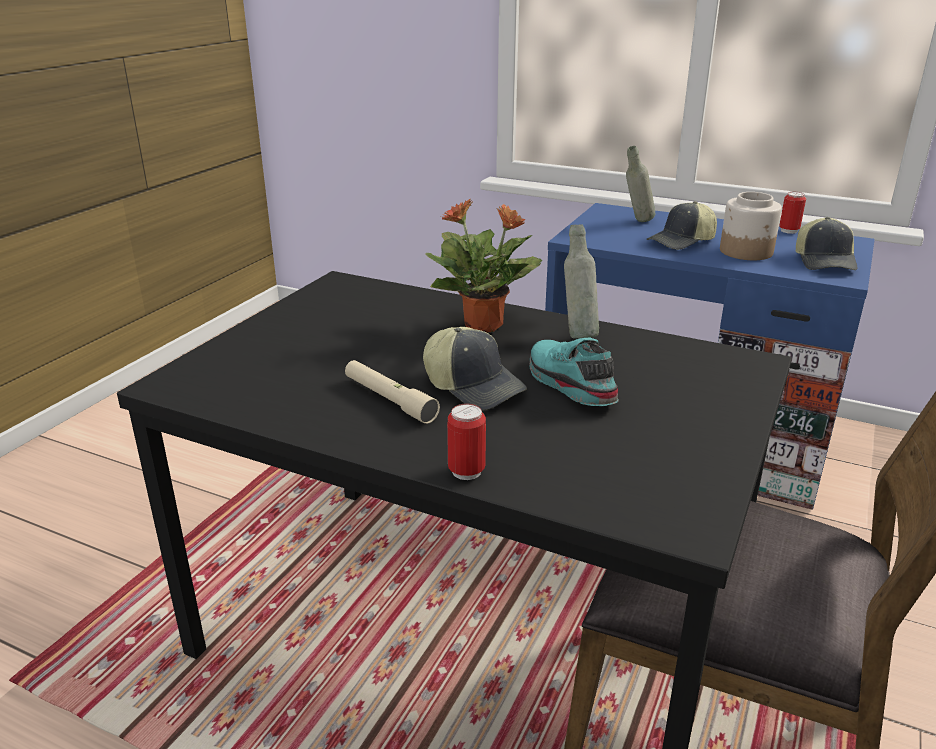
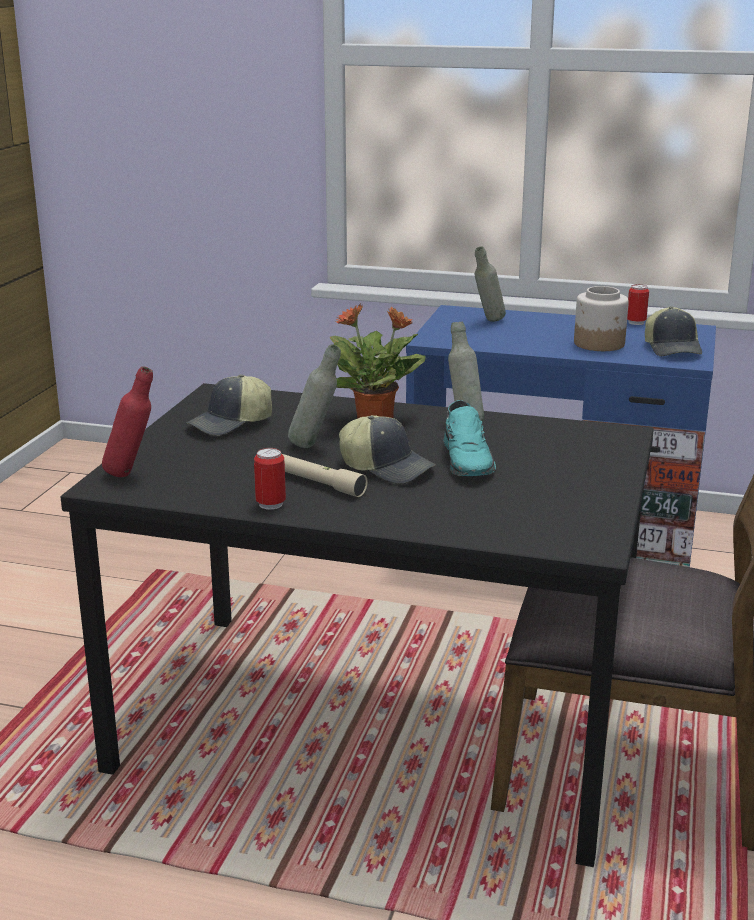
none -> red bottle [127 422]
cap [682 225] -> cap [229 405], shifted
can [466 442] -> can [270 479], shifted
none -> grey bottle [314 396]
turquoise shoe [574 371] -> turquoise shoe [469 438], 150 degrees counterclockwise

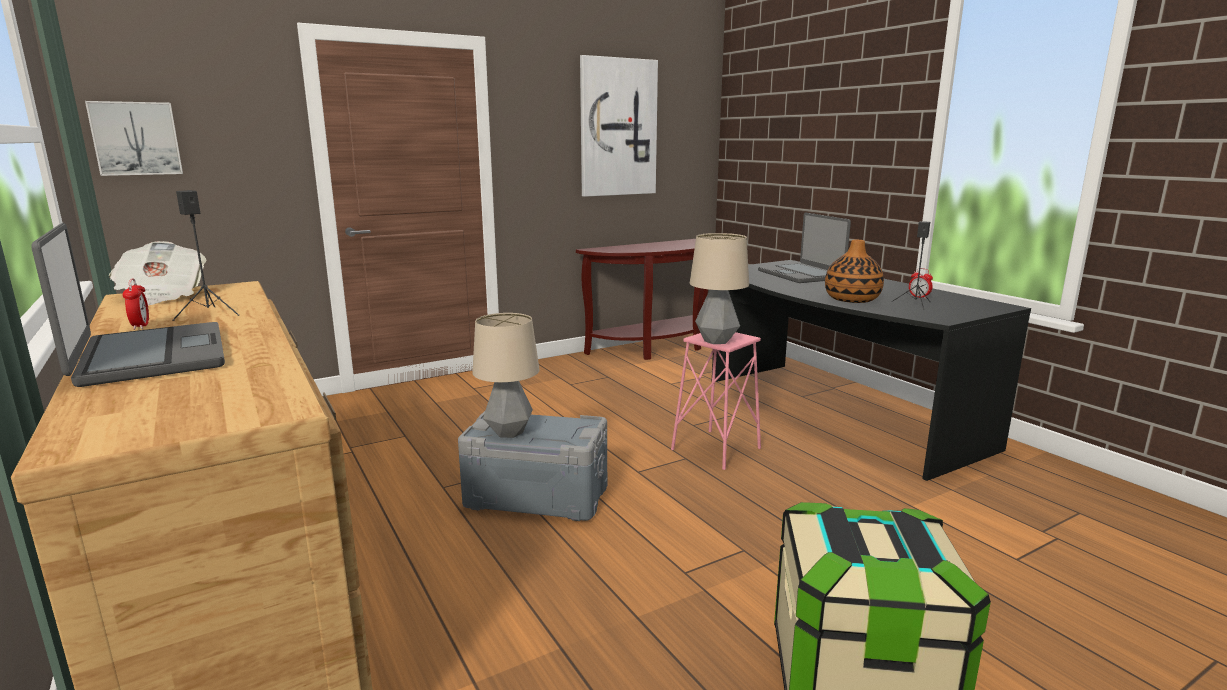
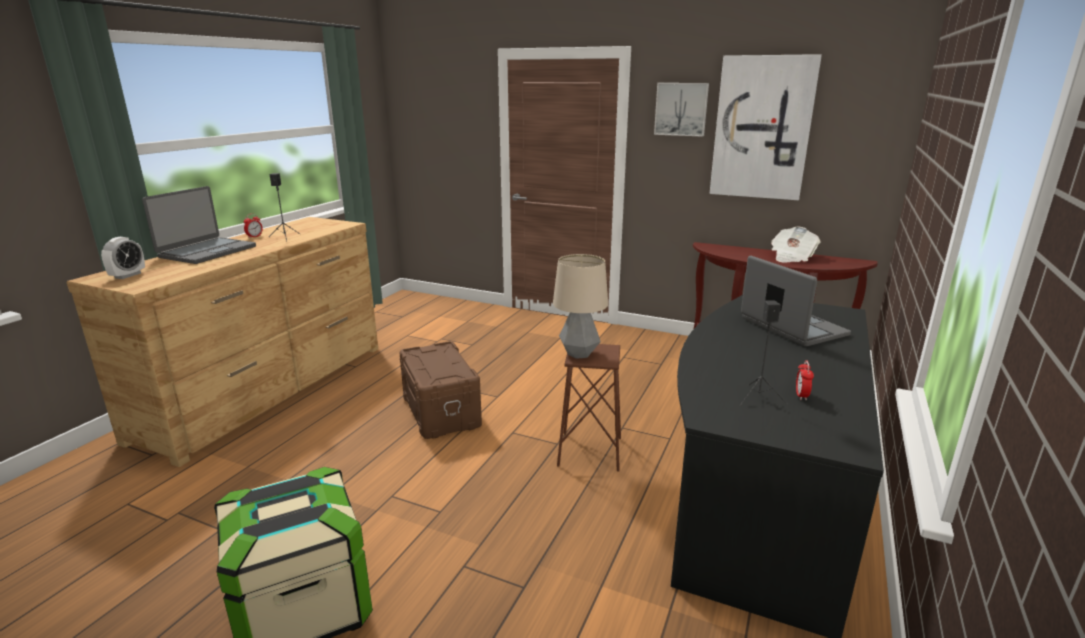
none -> alarm clock [123 258]
grey storage box [532 466] -> brown storage box [440 390]
pink stool [716 401] -> brown stool [589 408]
picture [134 138] -> picture [681 110], shifted
laptop [804 248] -> laptop [796 301], 120 degrees clockwise
newspaper [157 273] -> newspaper [795 244], shifted
table lamp [506 375] -> none
vase [854 271] -> none

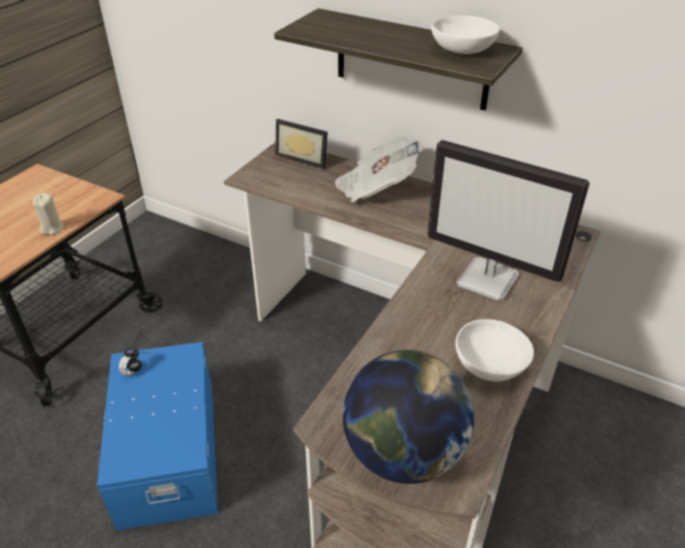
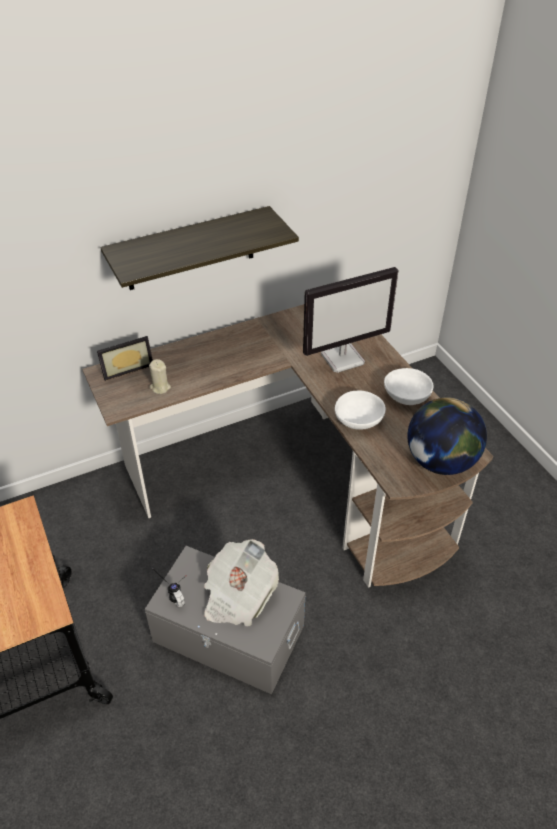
blue storage box [157 436] -> grey storage box [225 620]
beige candle [48 214] -> beige candle [160 376], shifted
newspaper [379 169] -> newspaper [241 582], shifted
white bowl [465 35] -> white bowl [360 410], shifted

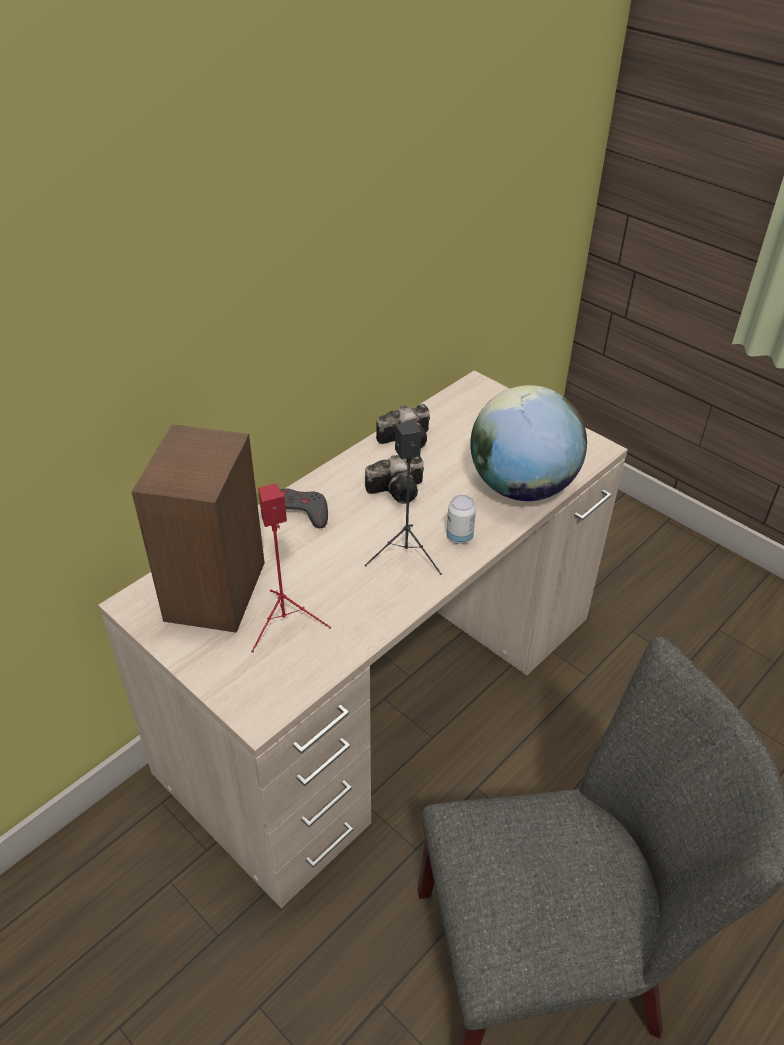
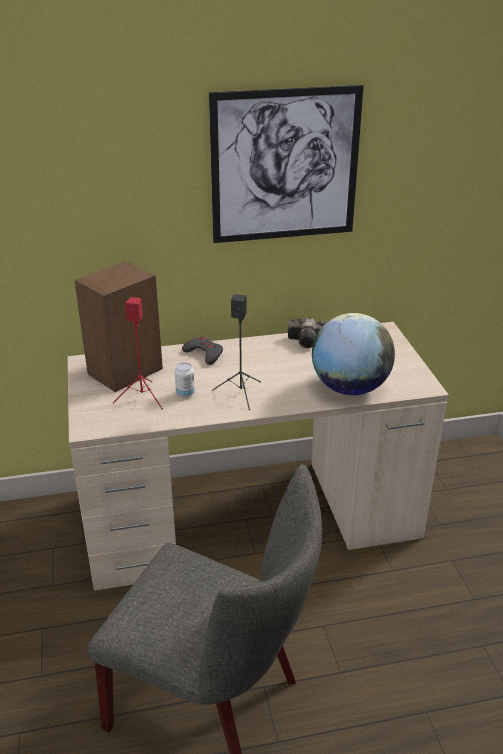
can [461 519] -> can [185 379], shifted
none -> picture [286 164]
photo camera [394 479] -> none

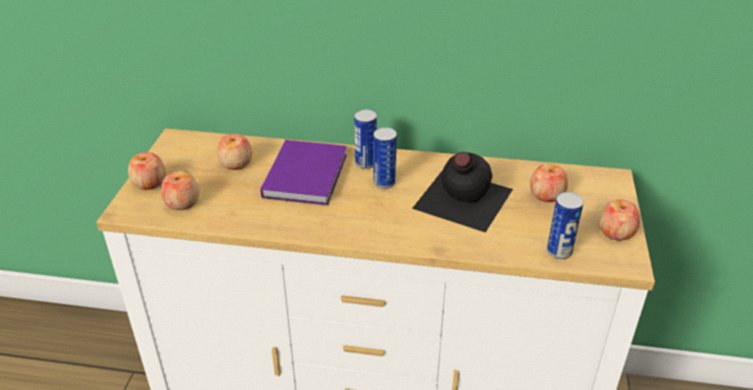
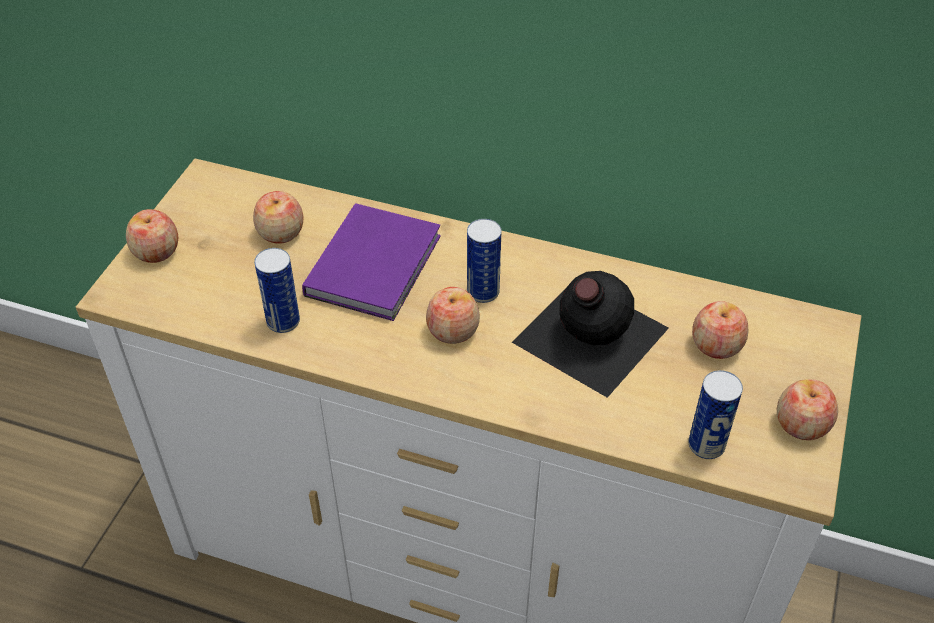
can [365 139] -> can [277 290], shifted
apple [180 190] -> apple [453 315], shifted

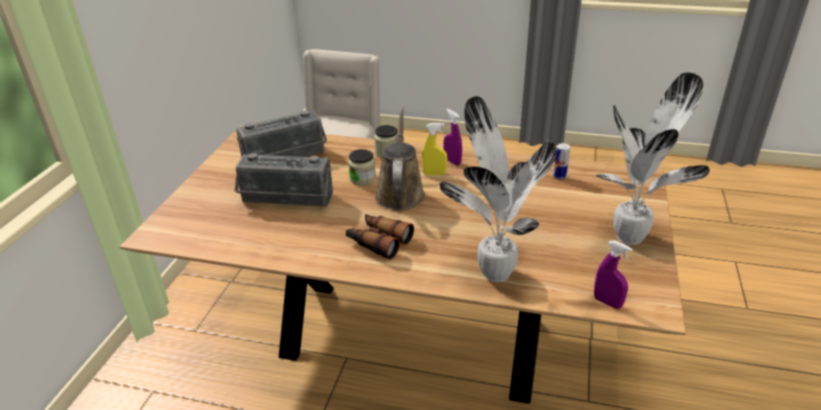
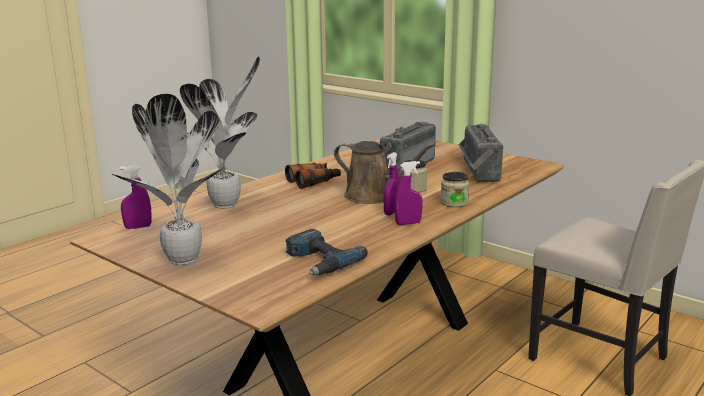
can [561 161] -> power drill [327 252]
yellow spray bottle [434 149] -> purple spray bottle [392 184]

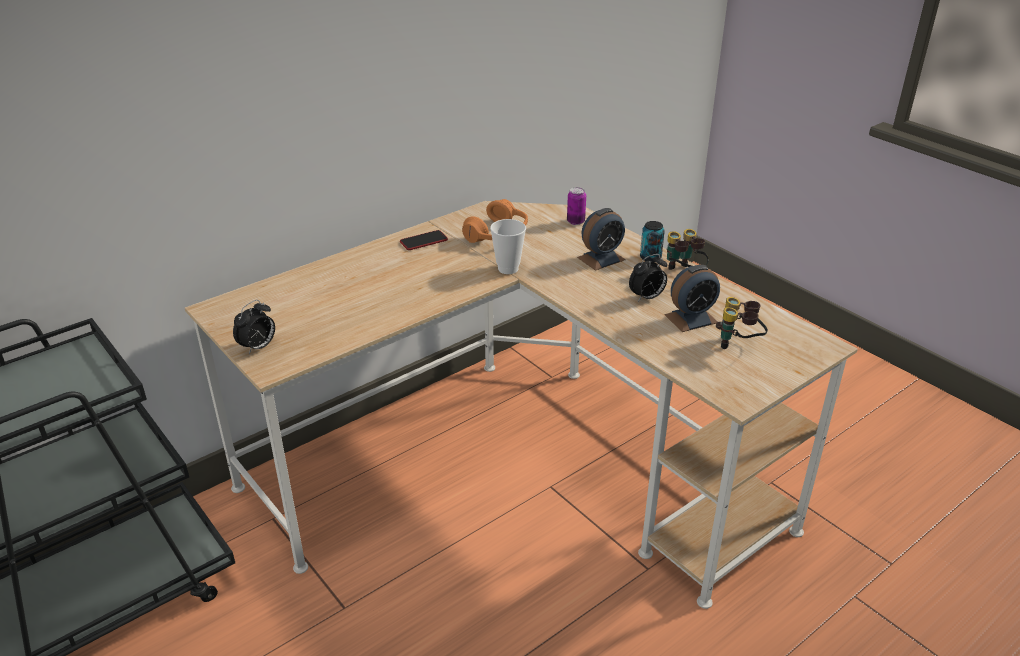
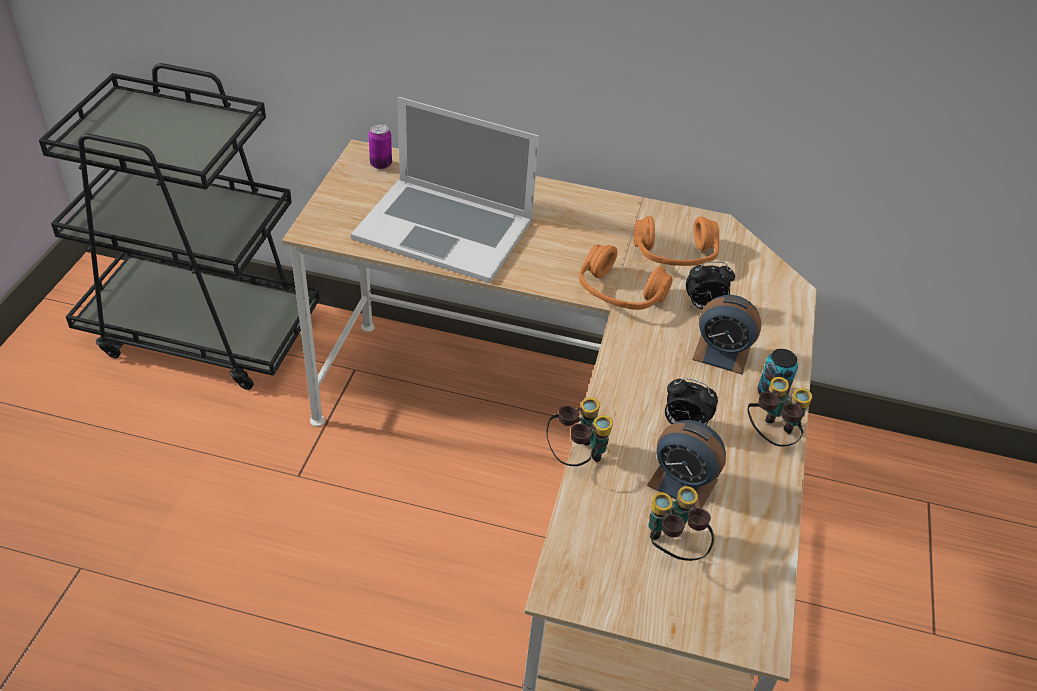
none -> laptop [445 190]
can [576 206] -> can [380 146], shifted
none -> binoculars [579 432]
cup [508 246] -> orange headphones [625 277]
alarm clock [254 327] -> alarm clock [710 285], shifted
phone [424 240] -> none

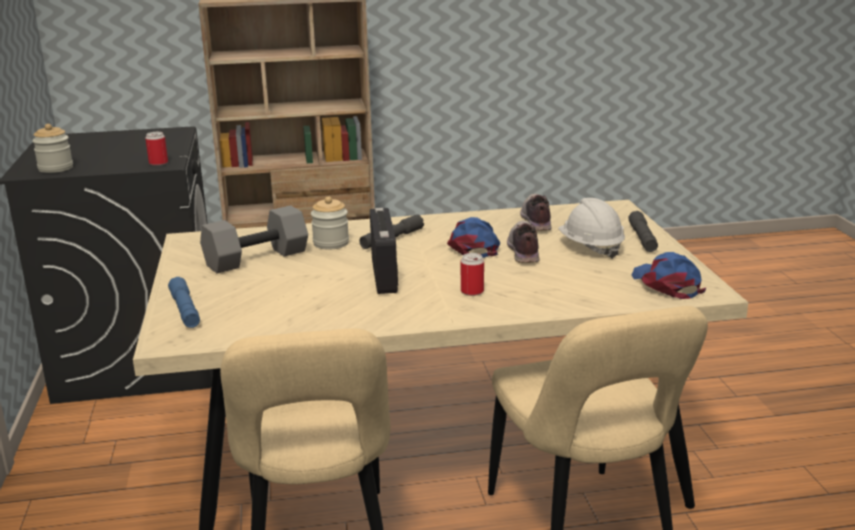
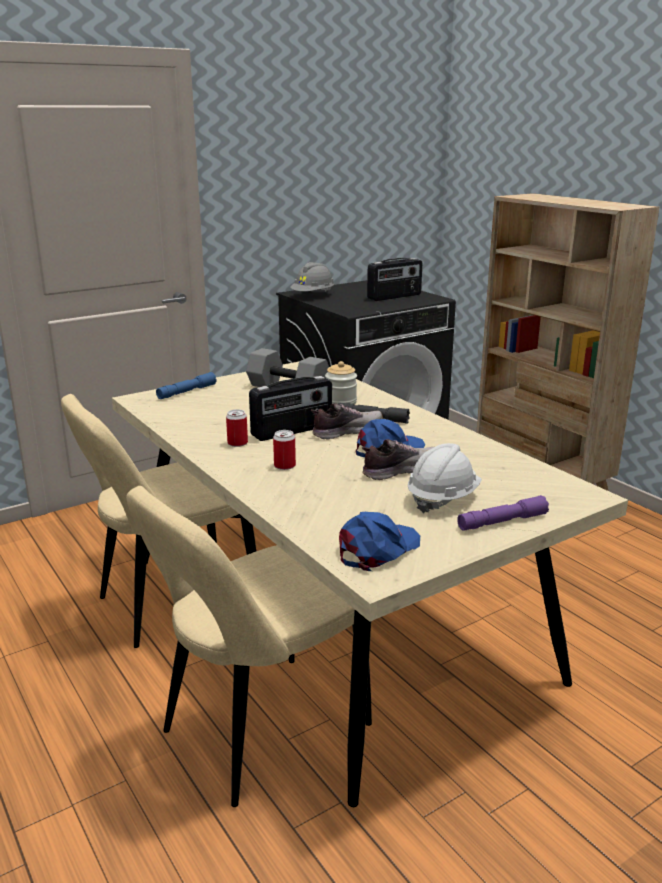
can [156 149] -> can [237 428], shifted
jar [52 148] -> grey hard hat [312 277]
shoe [536 212] -> shoe [347 421], shifted
none -> radio [394 279]
grey flashlight [643 231] -> purple flashlight [503 513]

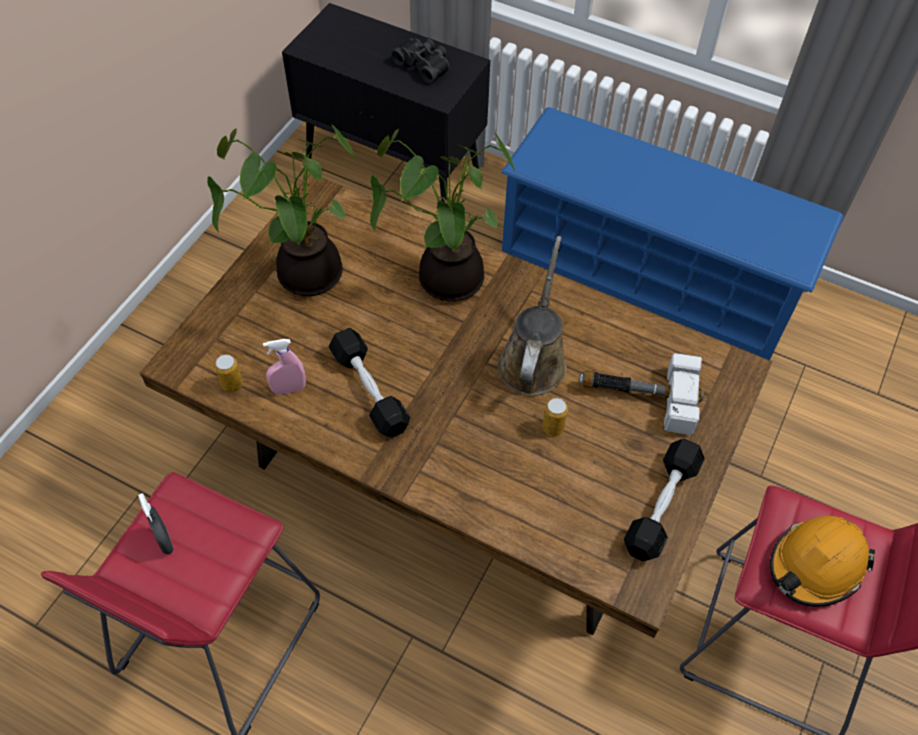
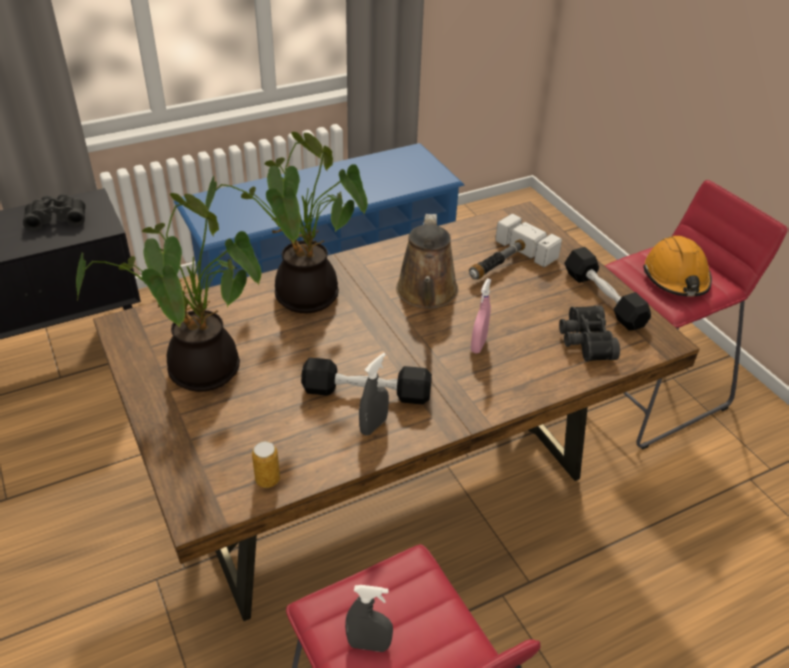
none -> grey spray bottle [374 394]
brown watering can [532 316] -> brown watering can [427 261], 135 degrees counterclockwise
pink spray bottle [284 367] -> pink spray bottle [481 315], shifted
none -> black binoculars [589 334]
can [555 417] -> none

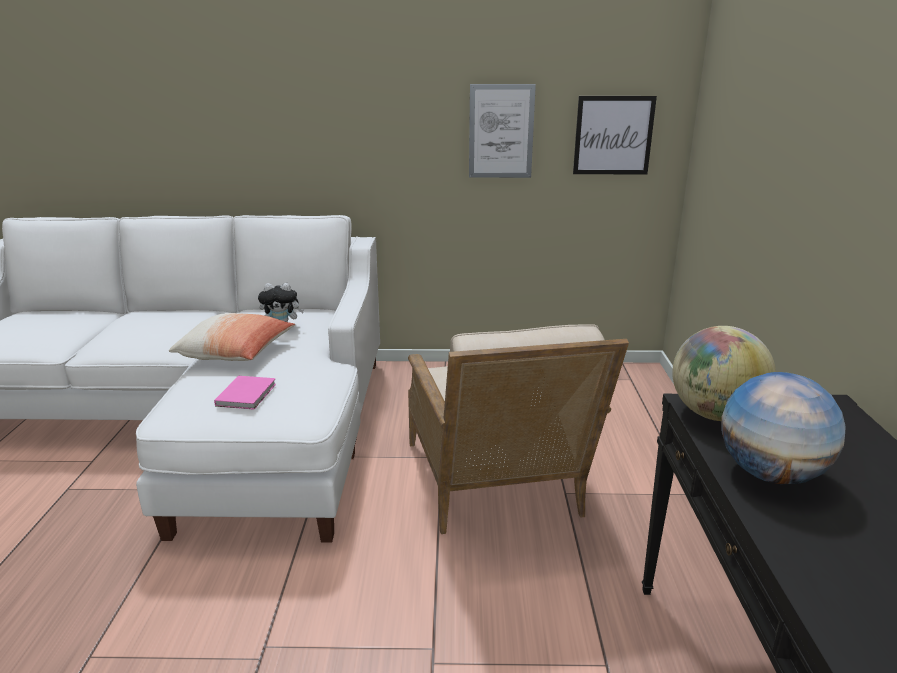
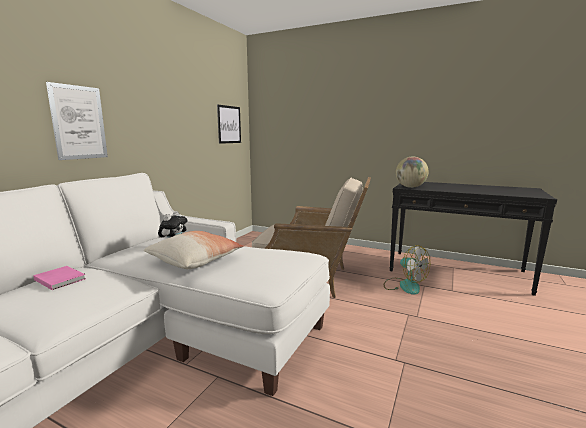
pink book [245 393] -> pink book [59 278], shifted
picture [502 131] -> picture [77 121], shifted
none -> fan [407 270]
globe [783 428] -> none

